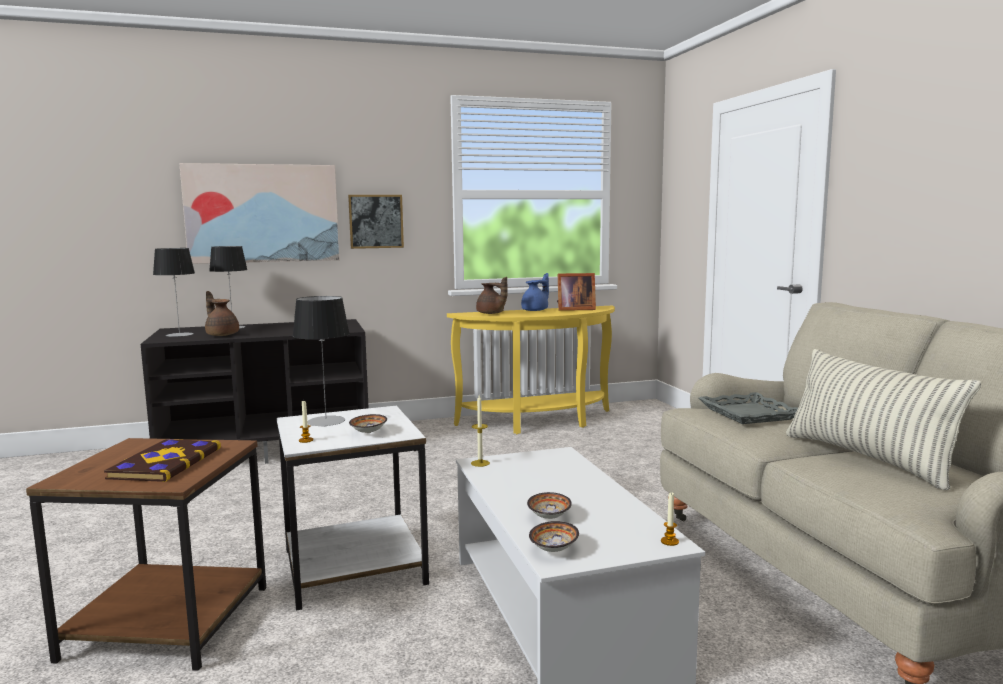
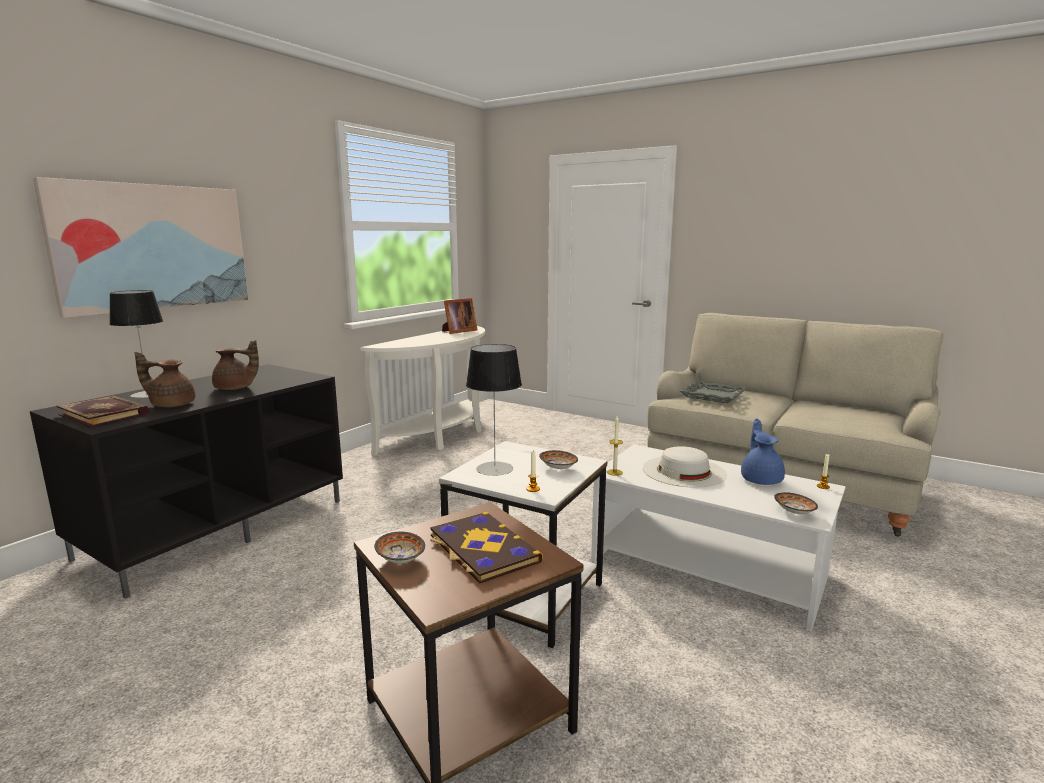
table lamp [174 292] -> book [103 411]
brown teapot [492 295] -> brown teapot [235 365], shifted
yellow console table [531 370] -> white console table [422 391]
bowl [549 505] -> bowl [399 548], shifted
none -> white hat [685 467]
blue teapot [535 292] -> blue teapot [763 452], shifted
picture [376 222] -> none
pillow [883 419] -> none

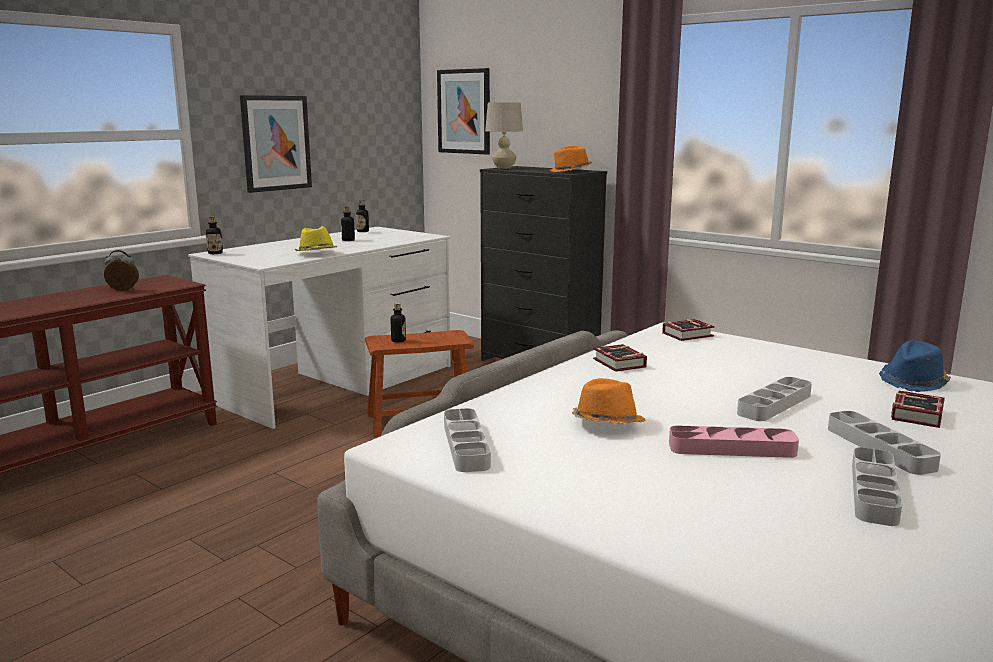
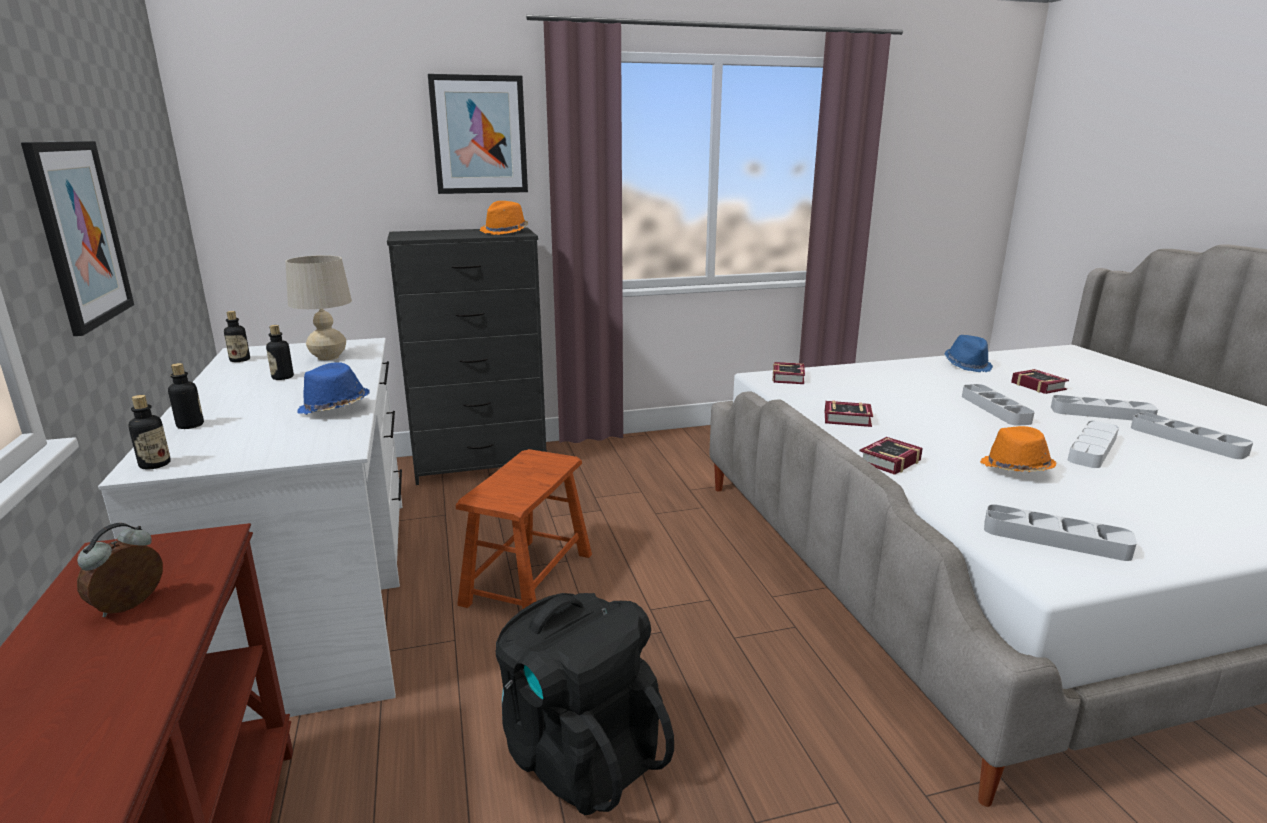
bottle [398 323] -> bottle [186 396], shifted
beige table lamp [504 135] -> beige table lamp [318 307], shifted
yellow hat [316 238] -> blue hat [333 388]
picture [463 111] -> picture [478 134], shifted
none -> black backpack [585 704]
none -> book [891 456]
pink tray [734 441] -> white tray [1093 444]

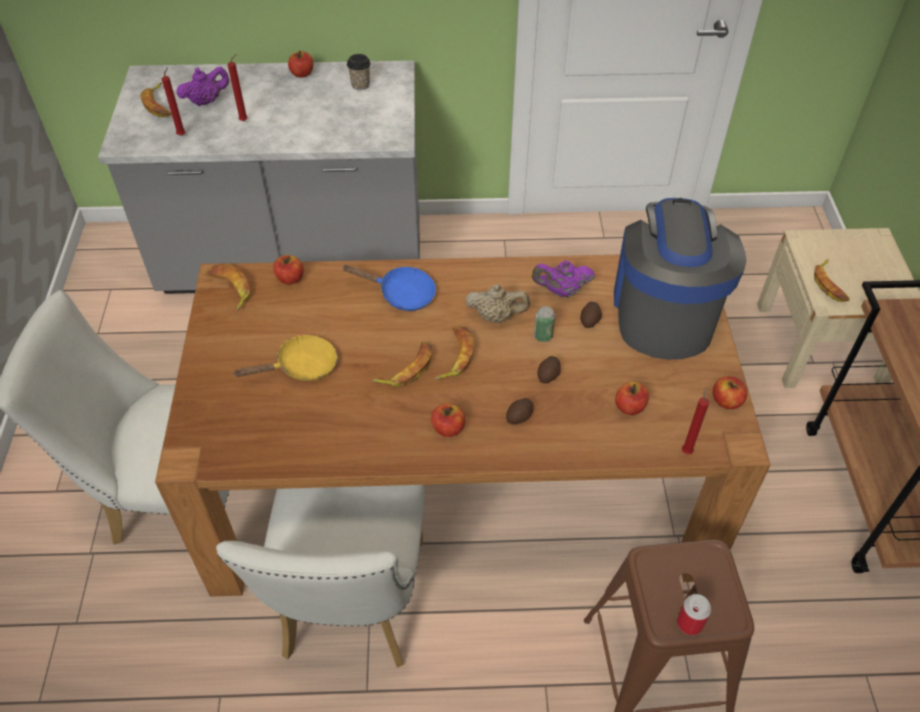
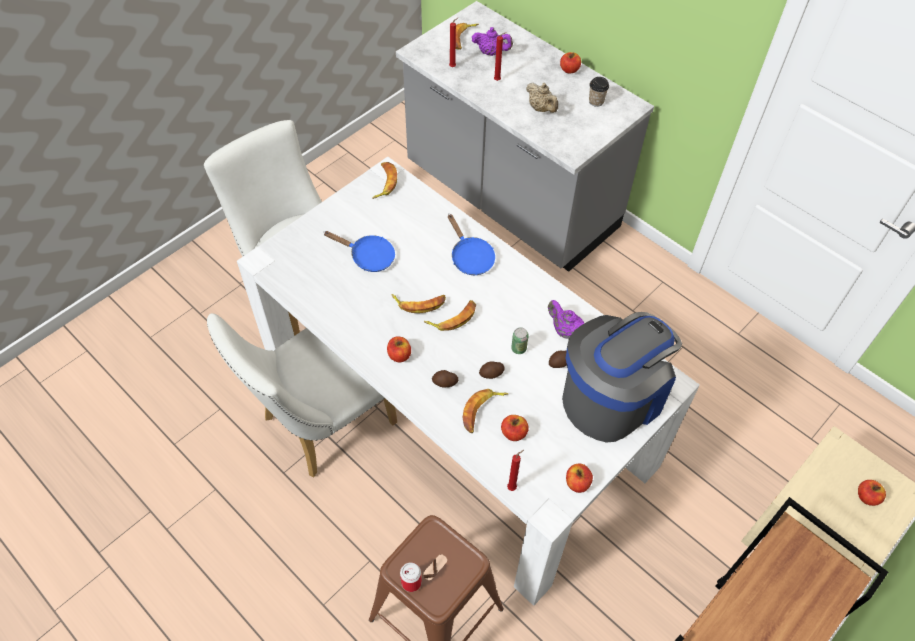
brown dining table [463 426] -> white dining table [468 381]
yellow frying pan [285 358] -> blue frying pan [359 251]
banana [832 280] -> banana [485 411], shifted
beige teapot [497 303] -> beige teapot [542 97], shifted
apple [288 270] -> apple [872 493], shifted

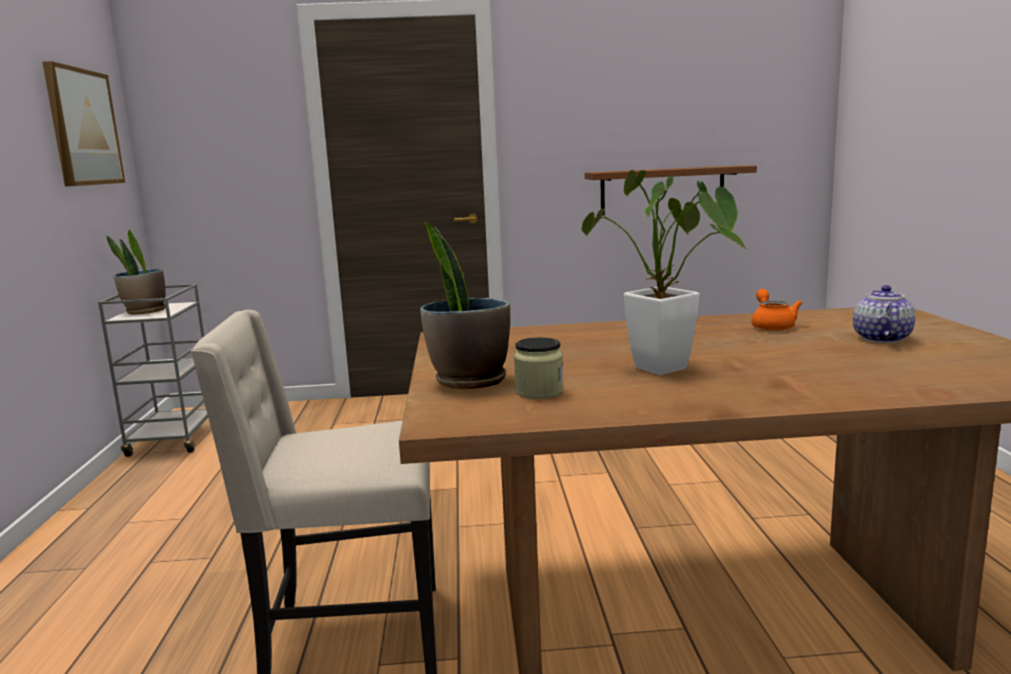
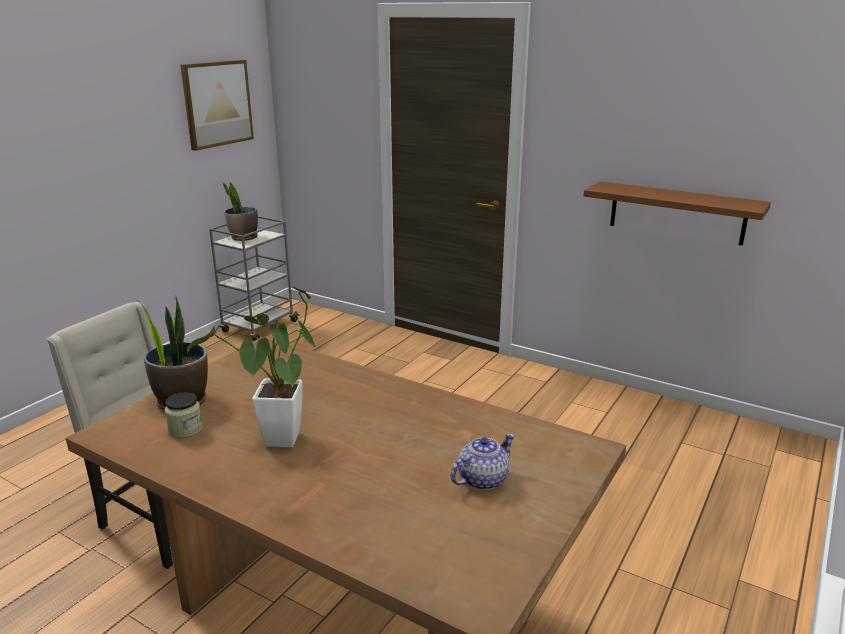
orange teapot [776 310] -> none

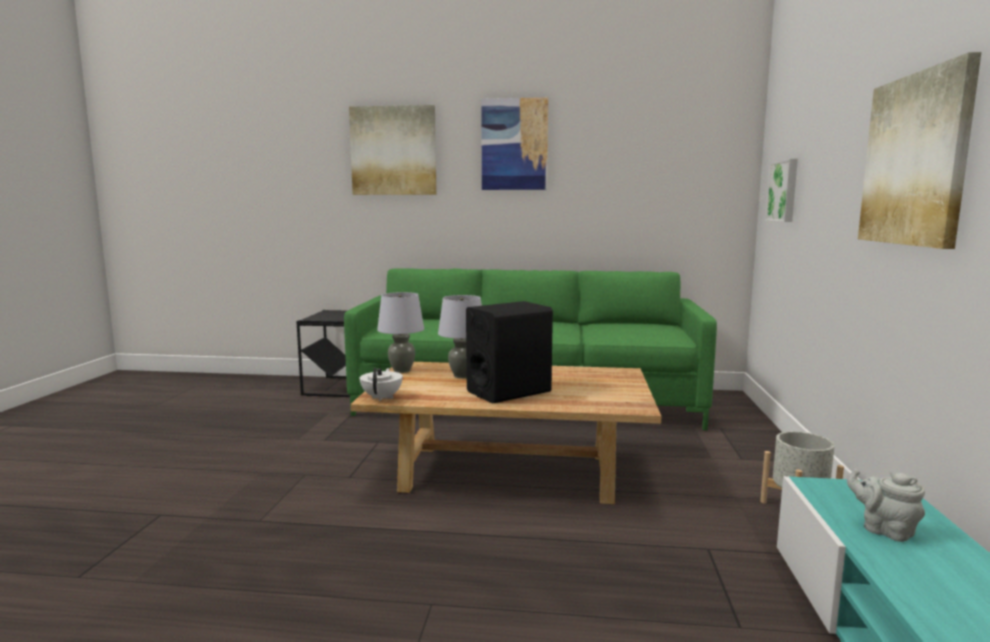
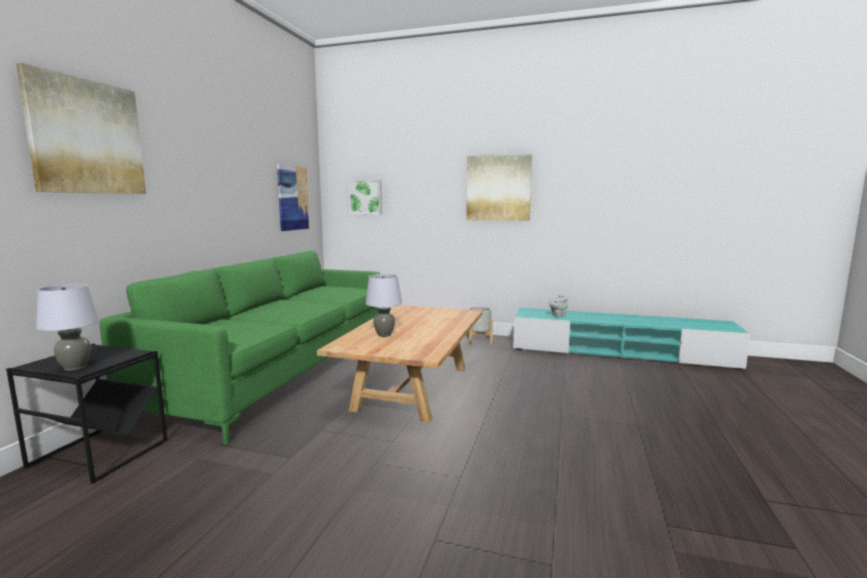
grey table lamp [400 332] -> grey table lamp [68 327], shifted
picture [514 143] -> picture [293 197], shifted
white teapot [381 384] -> none
black speaker [509 352] -> none

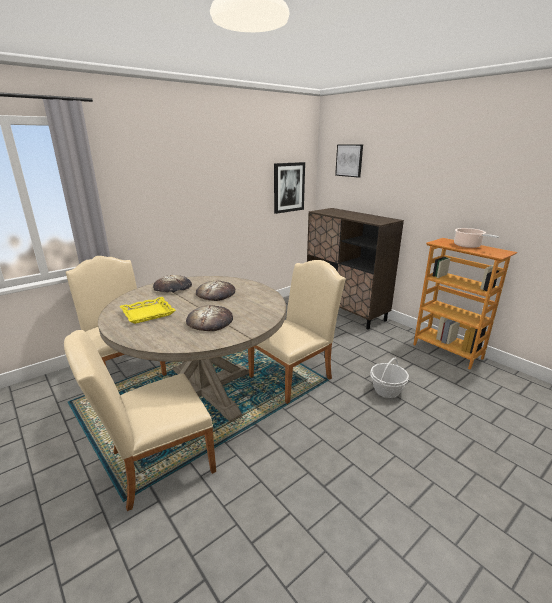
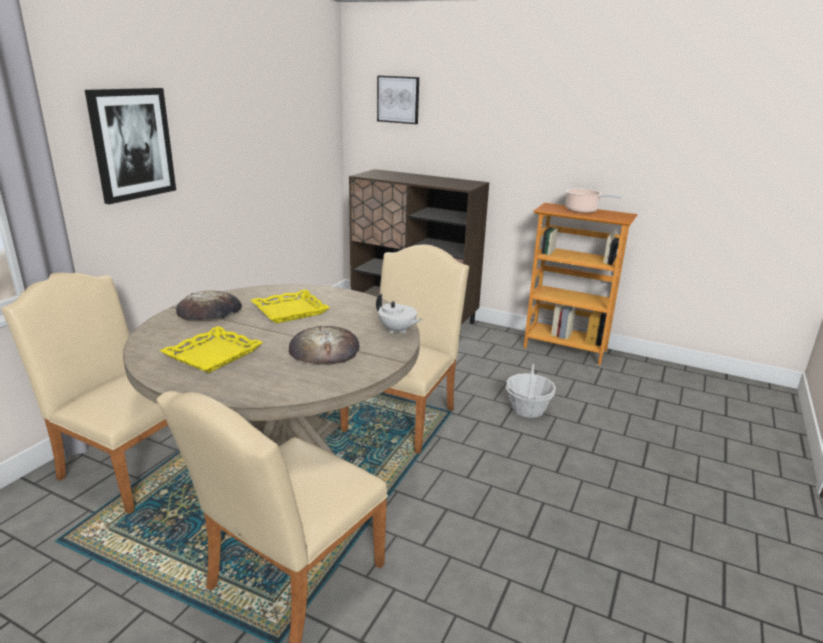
picture [289 188] -> picture [130 146], shifted
bread [215 290] -> yellow tray [290 306]
none -> white teapot [399 314]

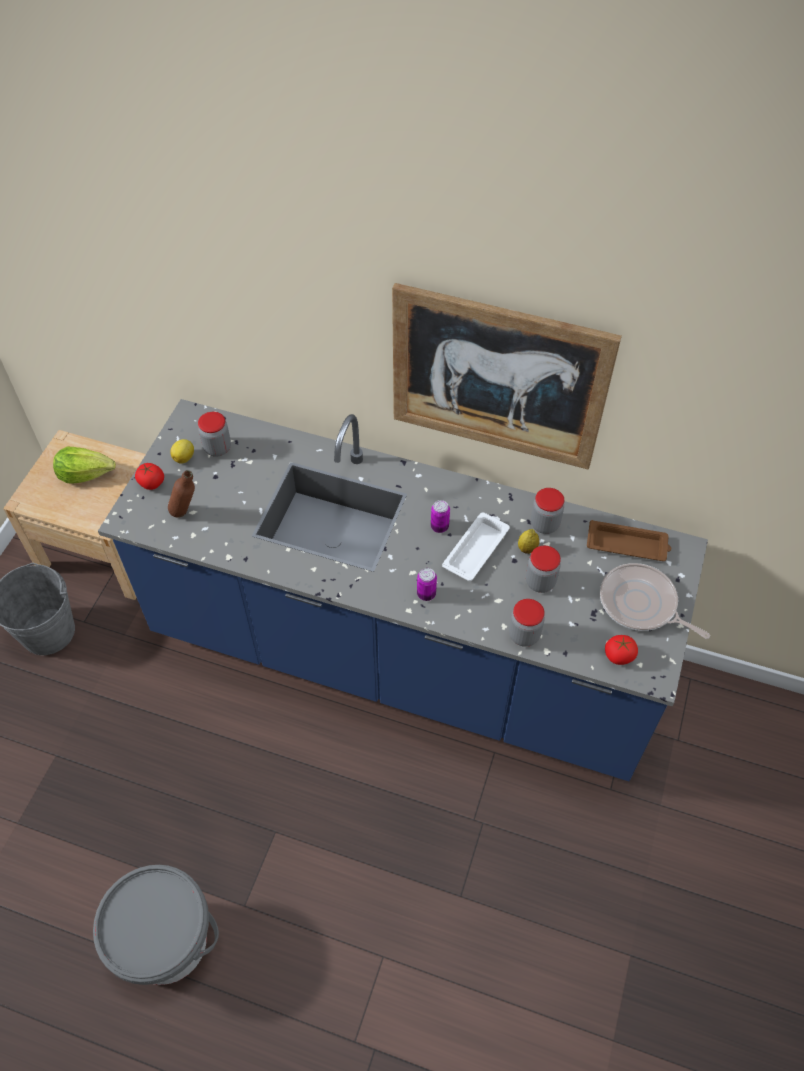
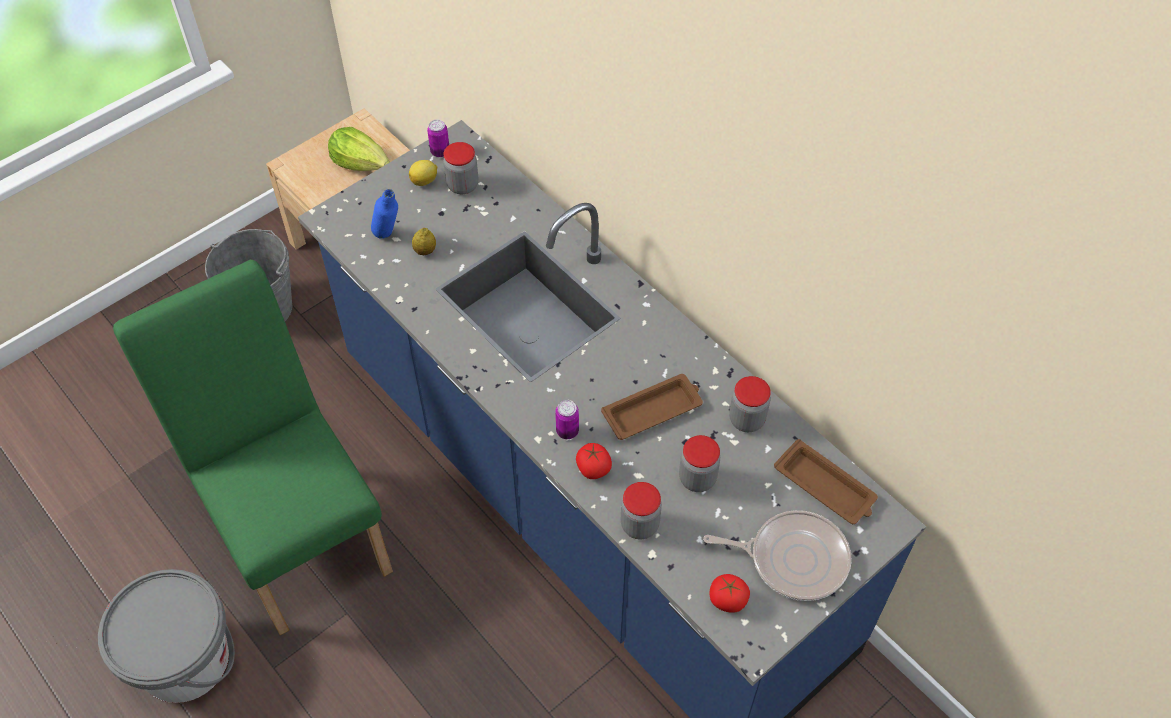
none -> green chair [253 447]
brown bottle [181 494] -> blue bottle [384 214]
lemon [528 541] -> lemon [424 241], shifted
can [440 516] -> can [438 138], shifted
tomato [149 476] -> tomato [594 461], shifted
white tray [476 546] -> brown tray [652 407]
frying pan [655 601] -> frying pan [777 555], 120 degrees clockwise
picture [507 376] -> none

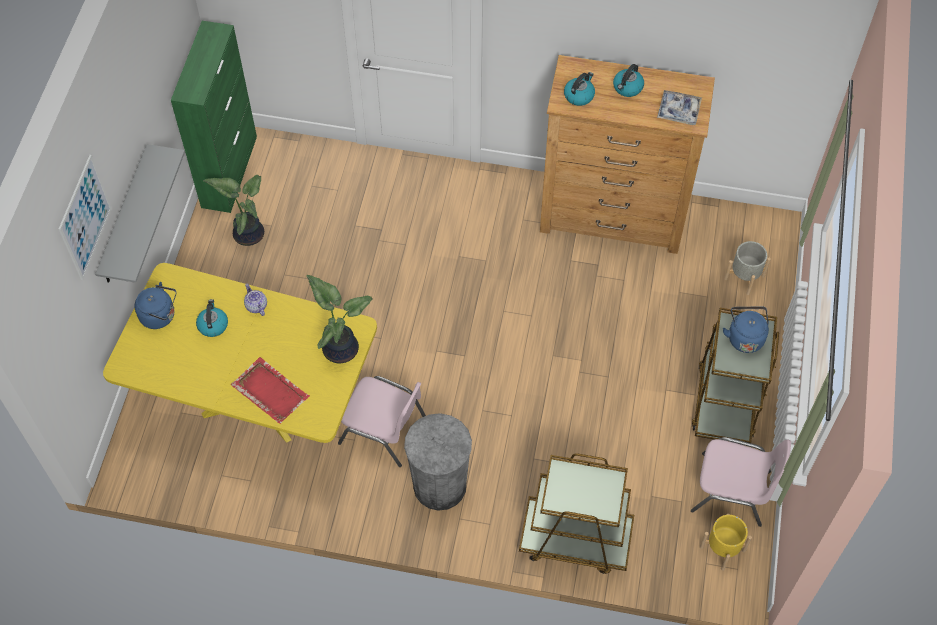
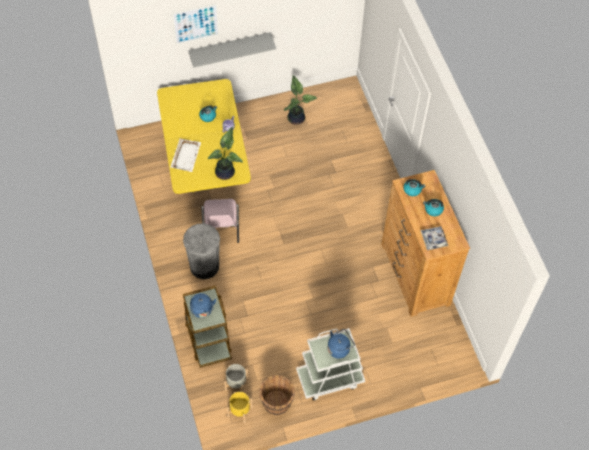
red tray [270 390] -> white tray [186 155]
blue kettle [156 305] -> blue kettle [203 305], shifted
grey planter [747 268] -> grey planter [236 378], shifted
pink chair [741 482] -> brown bucket [277 395]
brown cart [735 375] -> white cart [330 364]
green cabinet [214 117] -> none

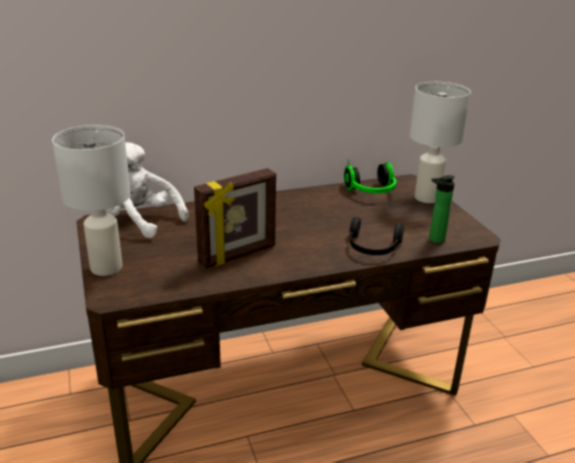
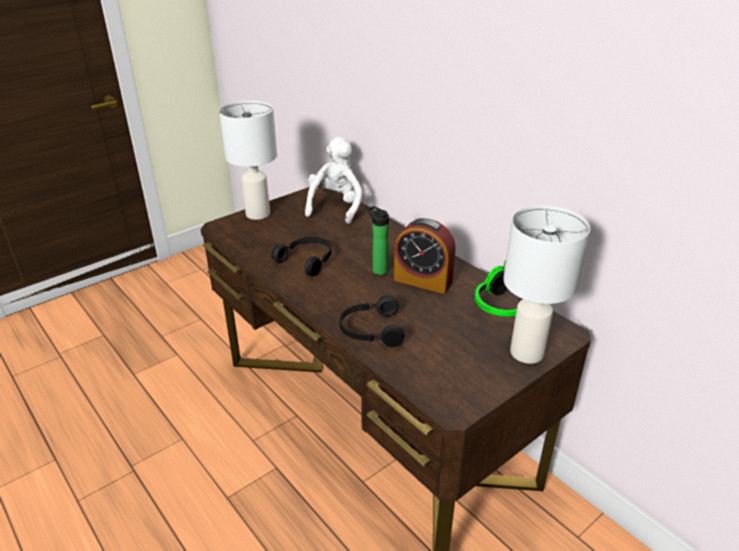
picture frame [235 218] -> black headphones [301 256]
bottle [442 209] -> bottle [378 240], shifted
none -> alarm clock [425 256]

